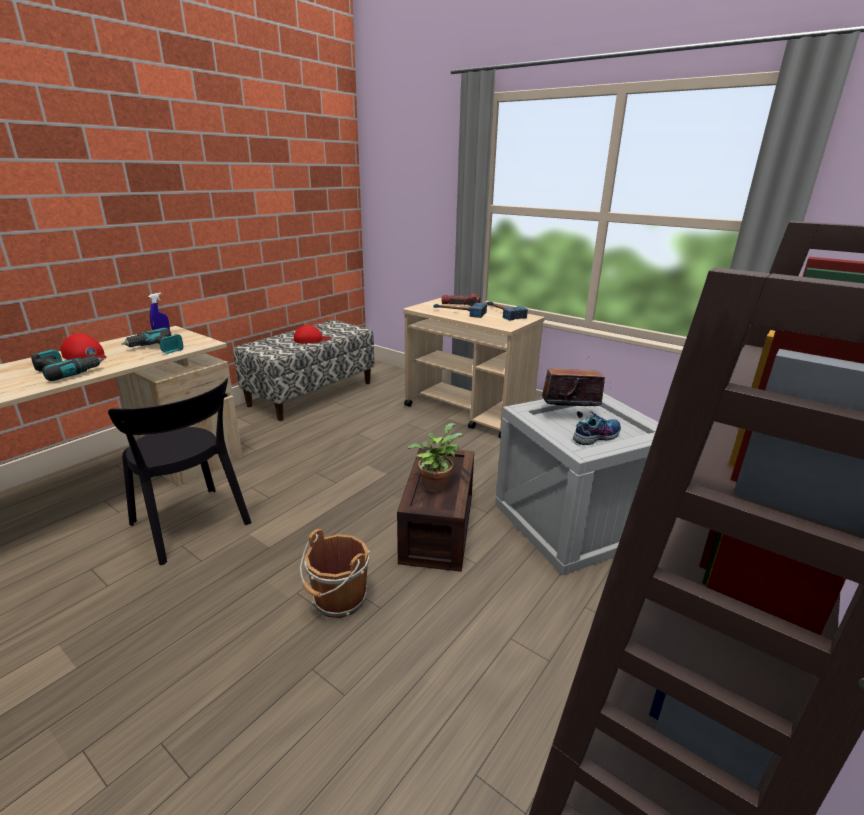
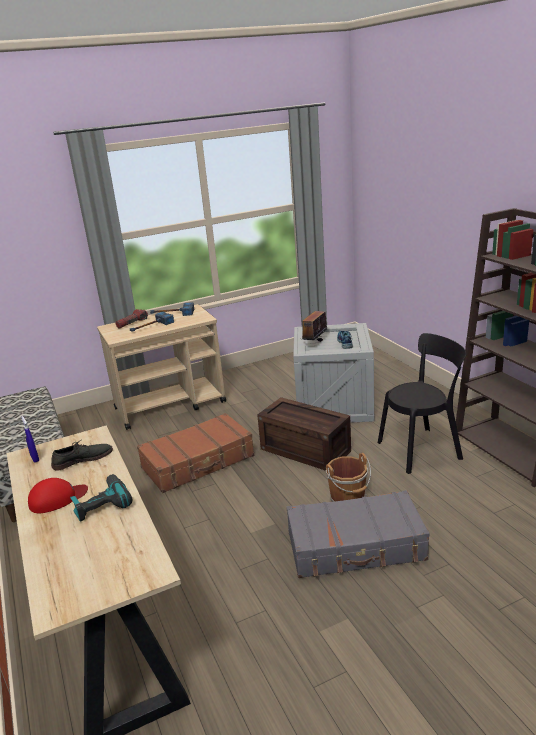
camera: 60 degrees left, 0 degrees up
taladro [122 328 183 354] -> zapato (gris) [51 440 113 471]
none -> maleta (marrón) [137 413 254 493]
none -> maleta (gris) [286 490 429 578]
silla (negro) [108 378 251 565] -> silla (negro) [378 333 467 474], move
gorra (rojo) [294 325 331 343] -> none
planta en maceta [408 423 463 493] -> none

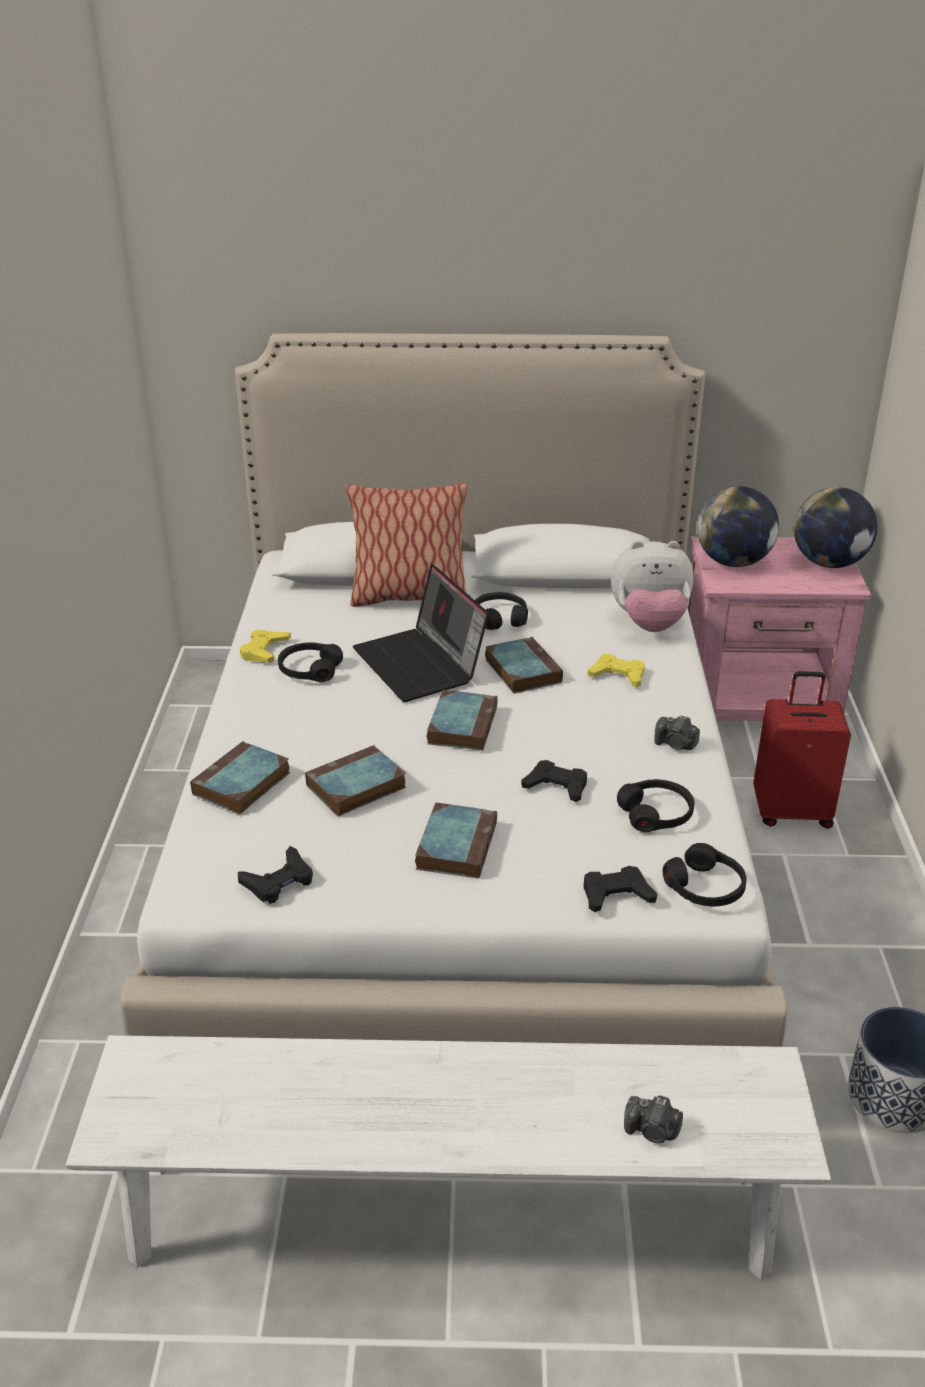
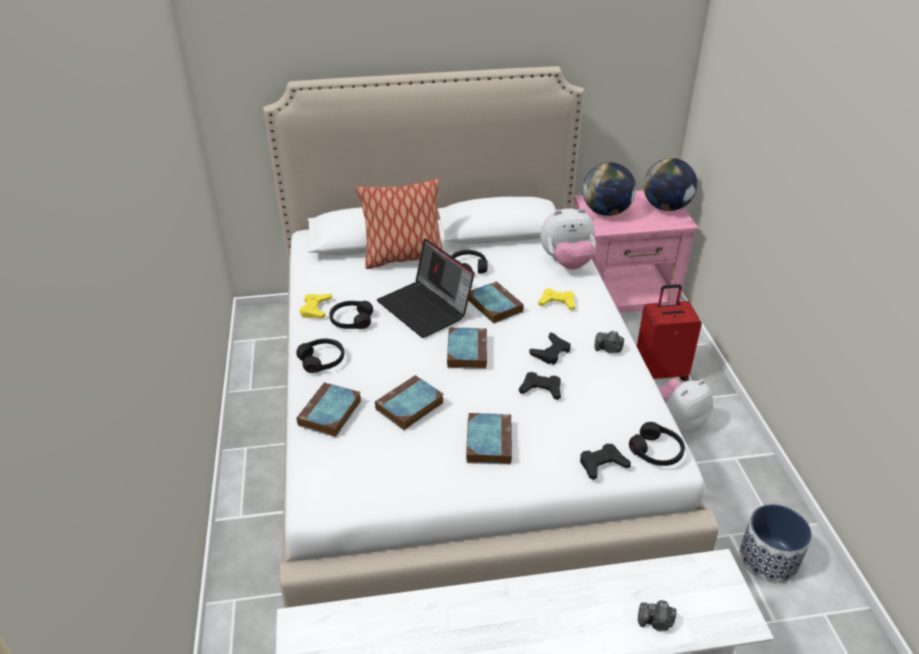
camera: 10 degrees left, 5 degrees up
auriculares (negro) [617 779 695 832] -> auriculares (negro) [296 339 344 373], move
mando de consola (negro) [238 846 313 904] -> mando de consola (negro) [529 332 571 365], move
none -> peluche [658 379 713 433]

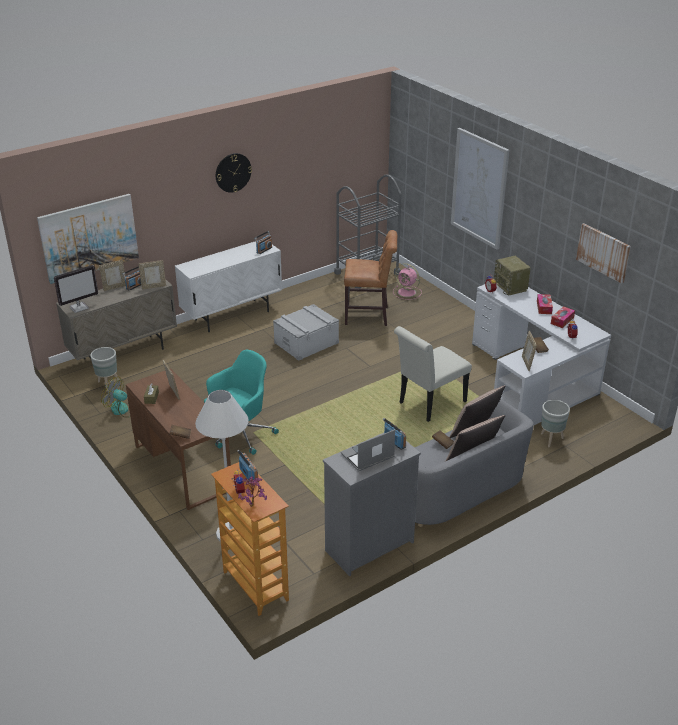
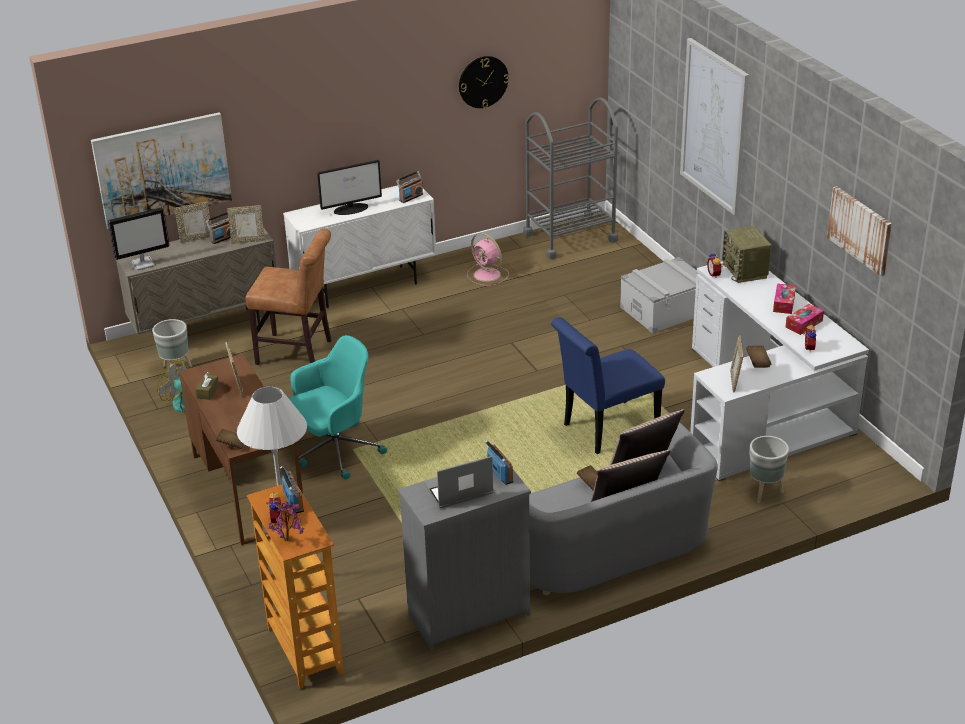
camera: 10 degrees right, 0 degrees up
silla (marrón) [344 230 398 326] -> silla (marrón) [245 229 332 365], move
none -> monitor [317 160 382 215]
reloj de pared [216 153 252 193] -> reloj de pared [459 56 509 108], move
ventilador (rosa) [393 263 422 300] -> ventilador (rosa) [467 233 509 286], move
silla (blanco) [394 326 472 422] -> silla (azul) [551 317 665 454]
caja de almacenaje (gris) [273 304 339 361] -> caja de almacenaje (gris) [620 257 698 334], move

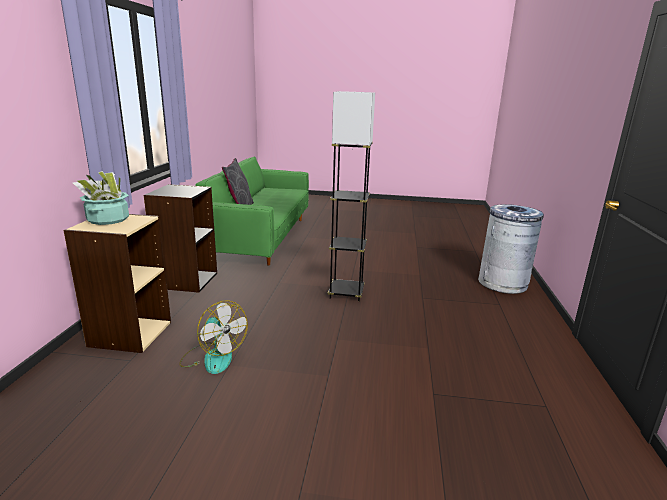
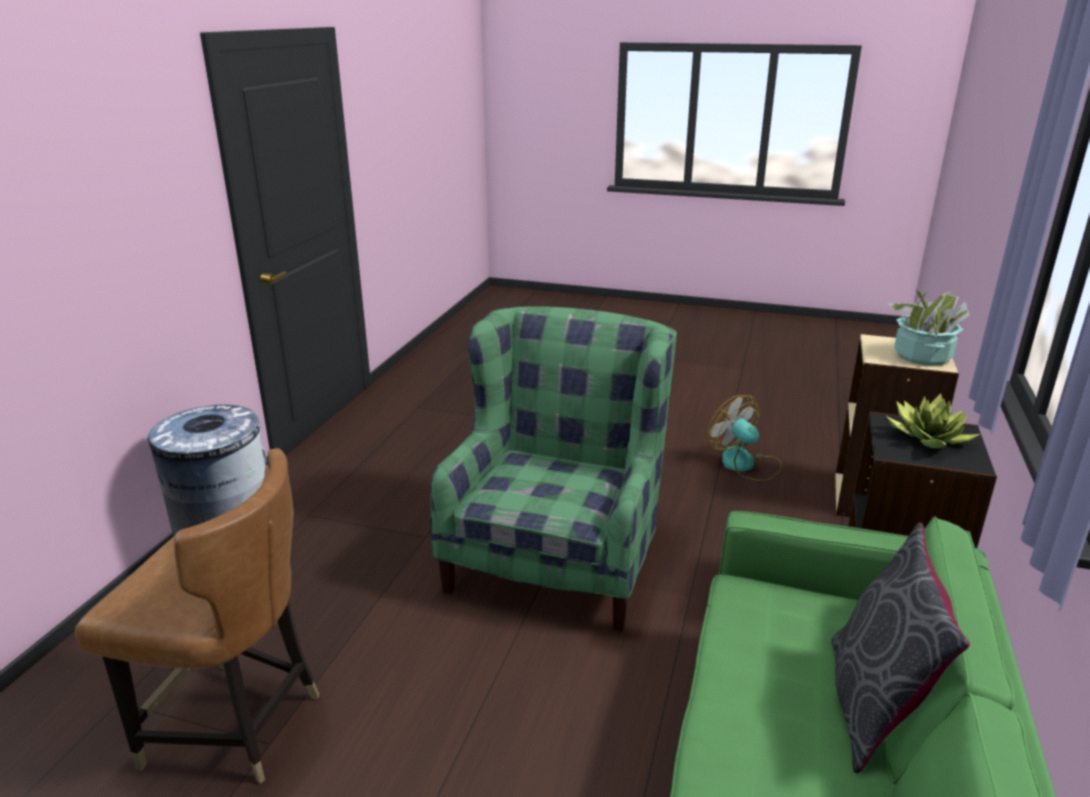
camera: 170 degrees left, 5 degrees up
none -> silla (marrón) [75 448 319 784]
lámpara de pie (gris) [328 91 375 301] -> sillón (verde) [430 306 677 632]
none -> planta en maceta [886 393 981 448]

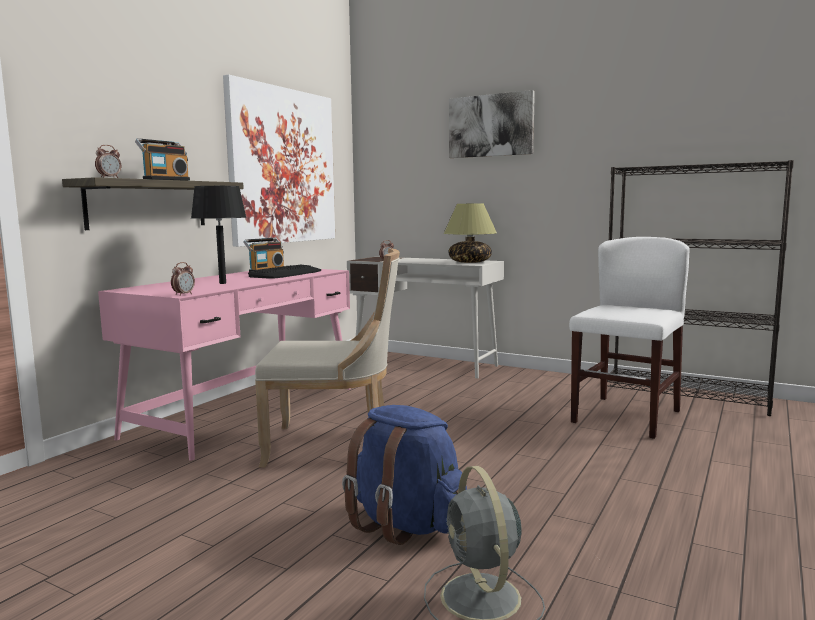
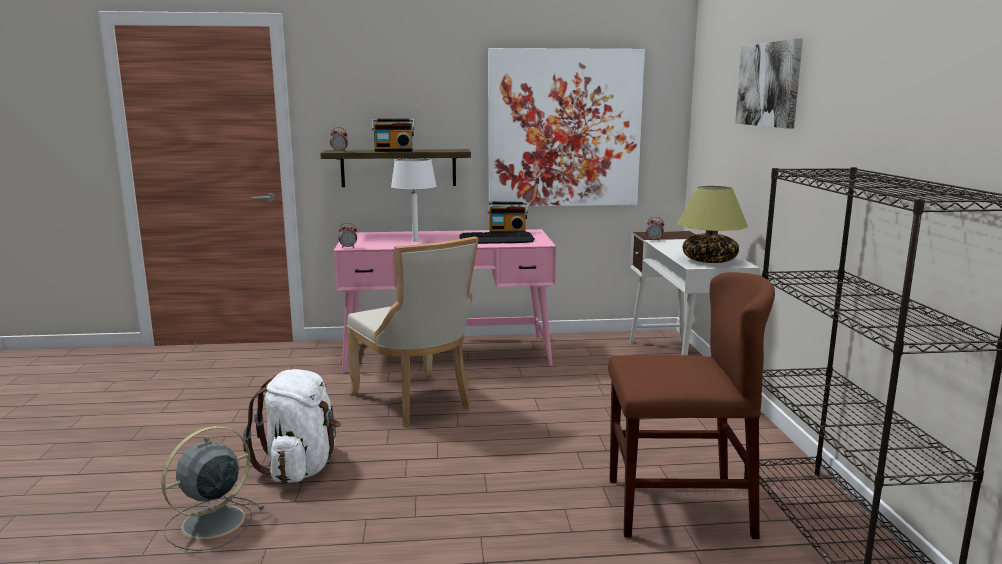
camera: 55 degrees right, 5 degrees up
mochila (azul) [342 405 467 545] -> mochila (blanco) [243 369 341 483]
lámpara de mesa (negro) [191 186 247 284] -> lámpara de mesa (blanco) [391 158 437 242]
silla (blanco) [569 237 690 439] -> silla (marrón) [608 272 775 539]

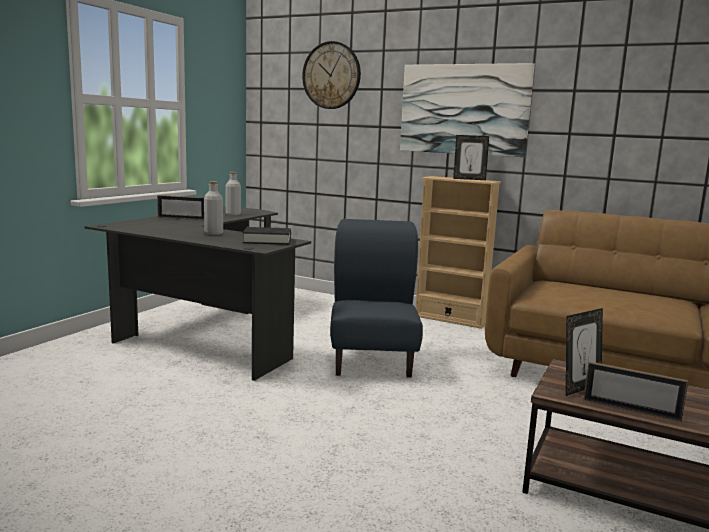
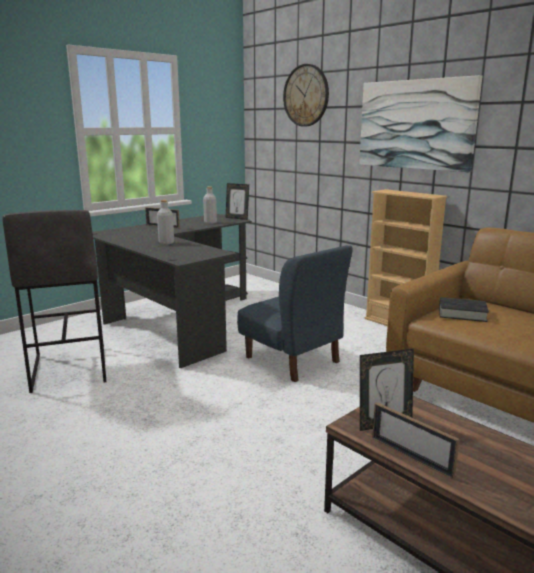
camera: 20 degrees right, 5 degrees up
none -> taburete (gris) [2 210 106 393]
portarretratos [453 135 489 180] -> portarretratos [226 183 249 220], move
silla (azul) [330 219 423 378] -> silla (azul) [237 245 353 382], 120 degrees clockwise
libro (negro) [243 227 291 245] -> libro (negro) [439 297 489 322], move

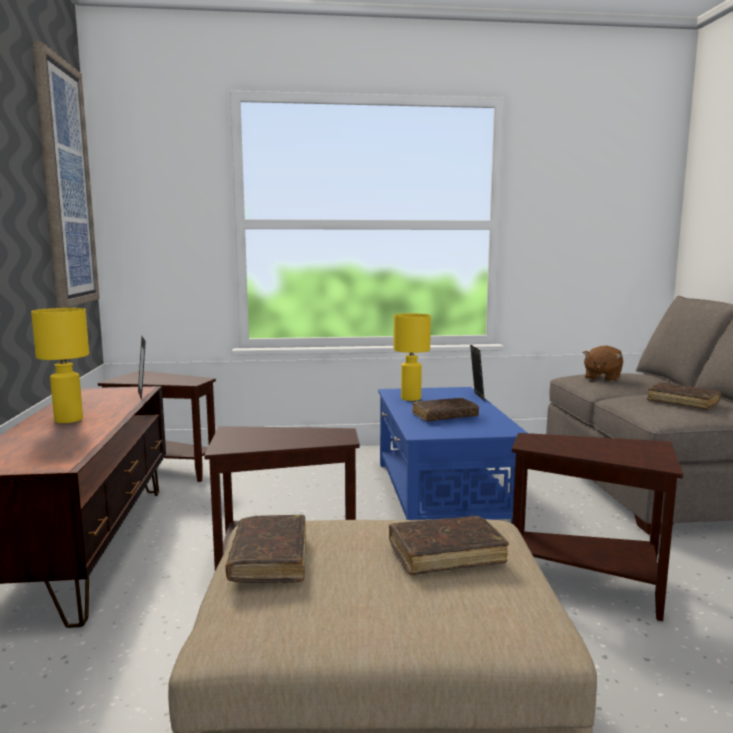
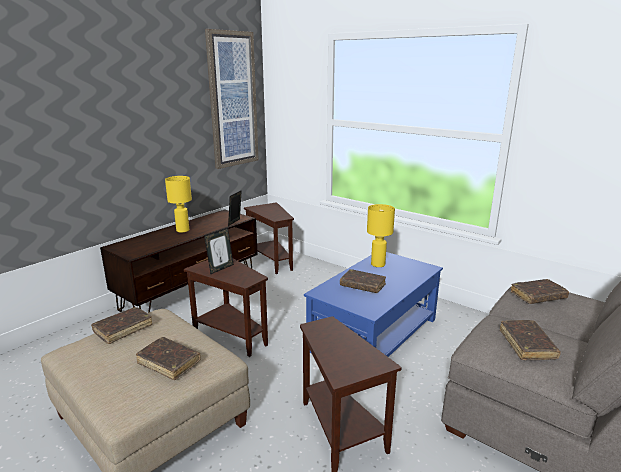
camera: 45 degrees right, 10 degrees up
portarretratos [470 344 485 401] -> portarretratos [204 228 234 274], move
peluche (marrón) [583 346 623 382] -> libro (marrón) [511 279 569 304]

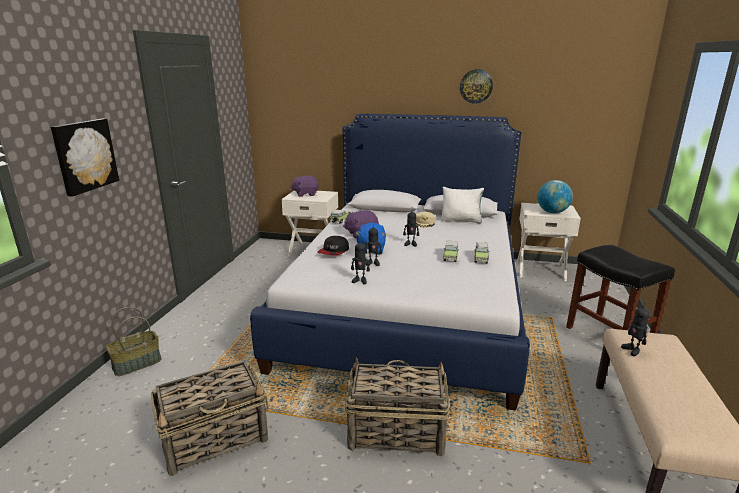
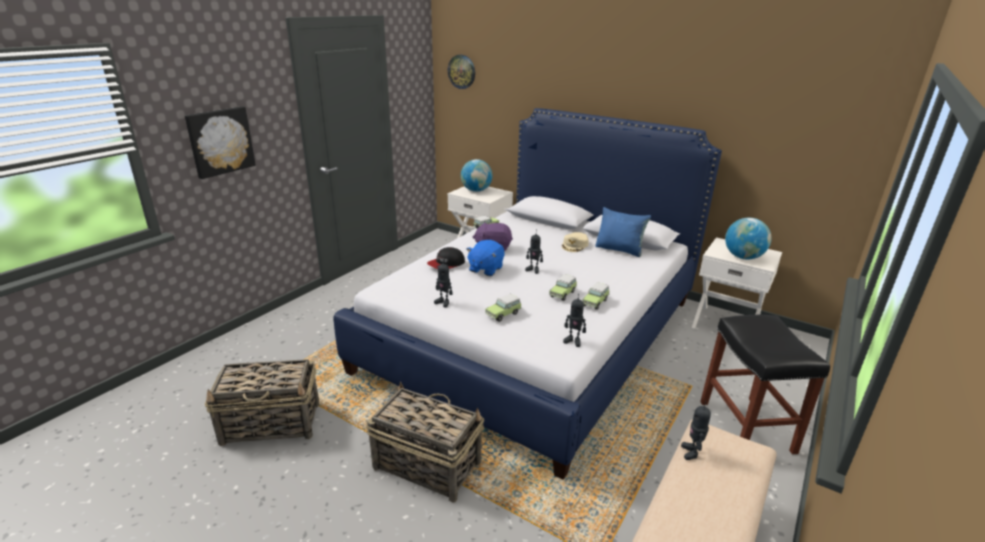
camera: 20 degrees right, 5 degrees up
reloj de pared [460 69 493 104] -> reloj de pared [448 55 475 89], move
peluche (morado) [290 175 319 197] -> globo terráqueo [461 159 492 192]
none -> coche de juguete [485 294 522 322]
robot de juguete [365 223 382 266] -> robot de juguete [563 294 586 347], move
cojín (blanco) [442 187 484 224] -> cojín (azul) [595 207 651 257]
cesta [106 307 161 376] -> none

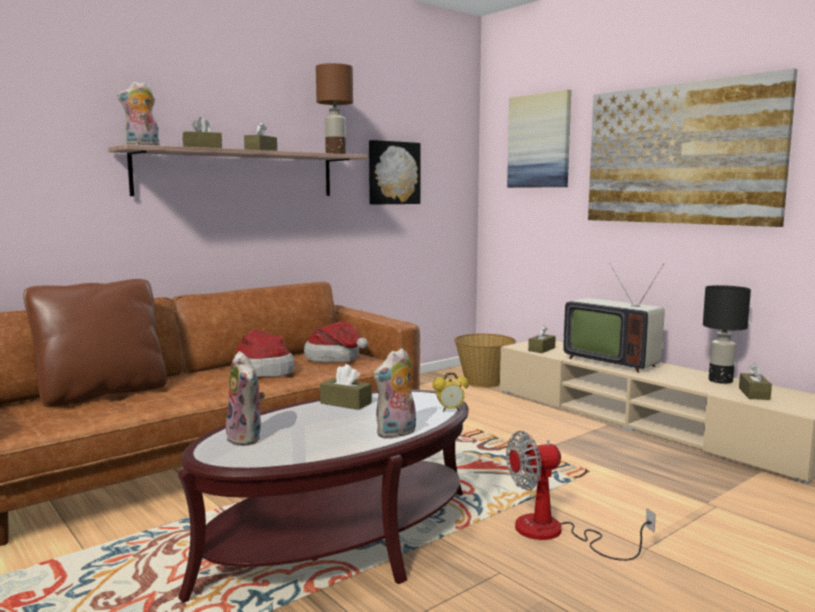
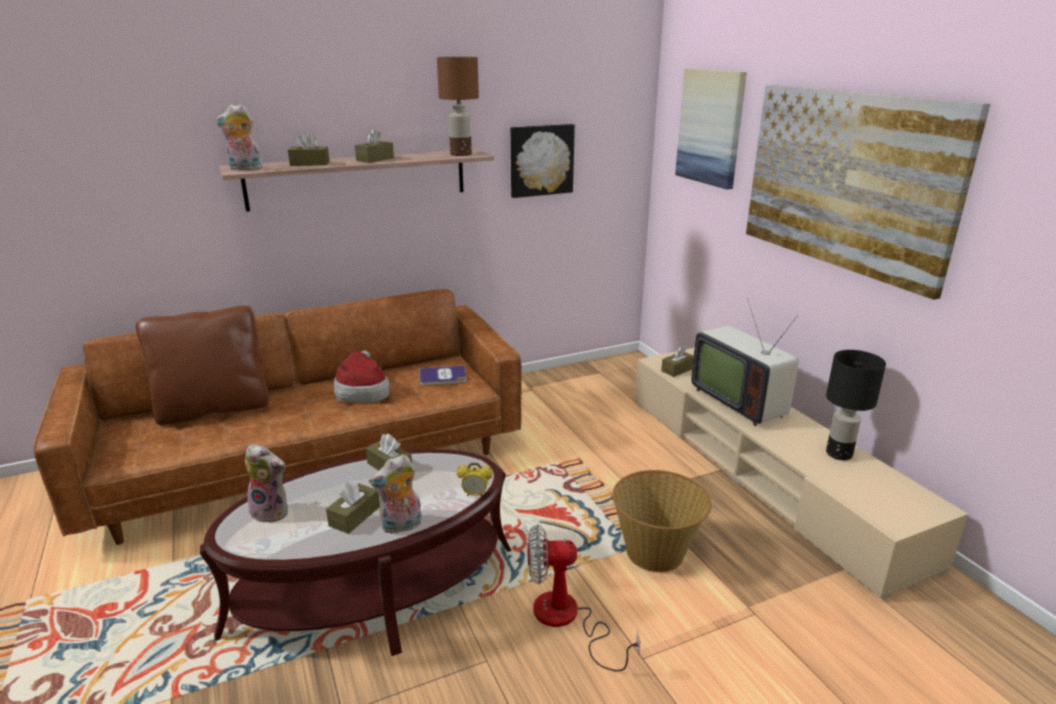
camera: 15 degrees right, 15 degrees up
peluche [226 351 265 446] -> peluche [245 444 288 523], 60 degrees counterclockwise
caja de pañuelos (marrón) [739 363 772 400] -> caja de pañuelos (marrón) [326 480 380 534], move
sombrero [304 321 368 362] -> libro [419 365 467 385]
cesta [454 334 516 387] -> cesta [612 470 712 572], move

